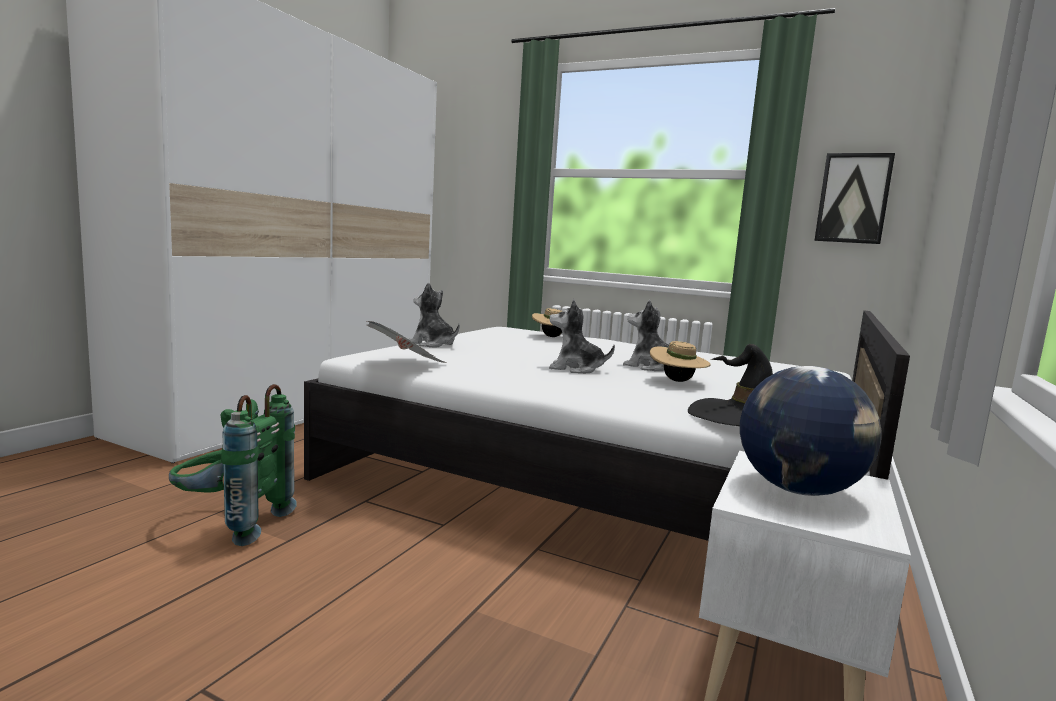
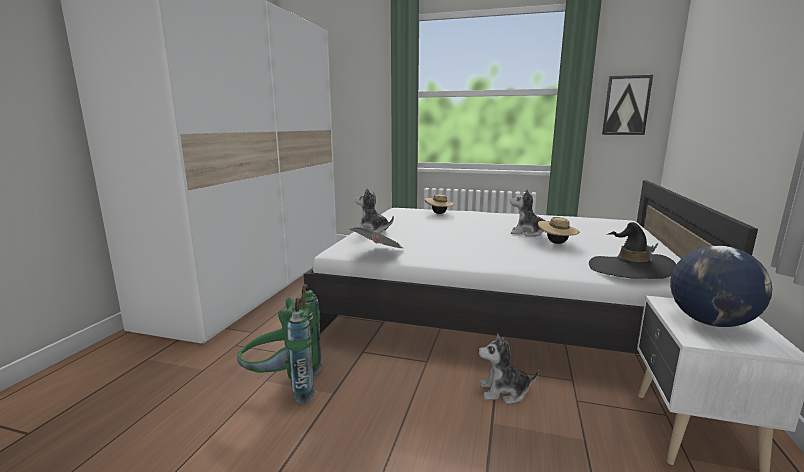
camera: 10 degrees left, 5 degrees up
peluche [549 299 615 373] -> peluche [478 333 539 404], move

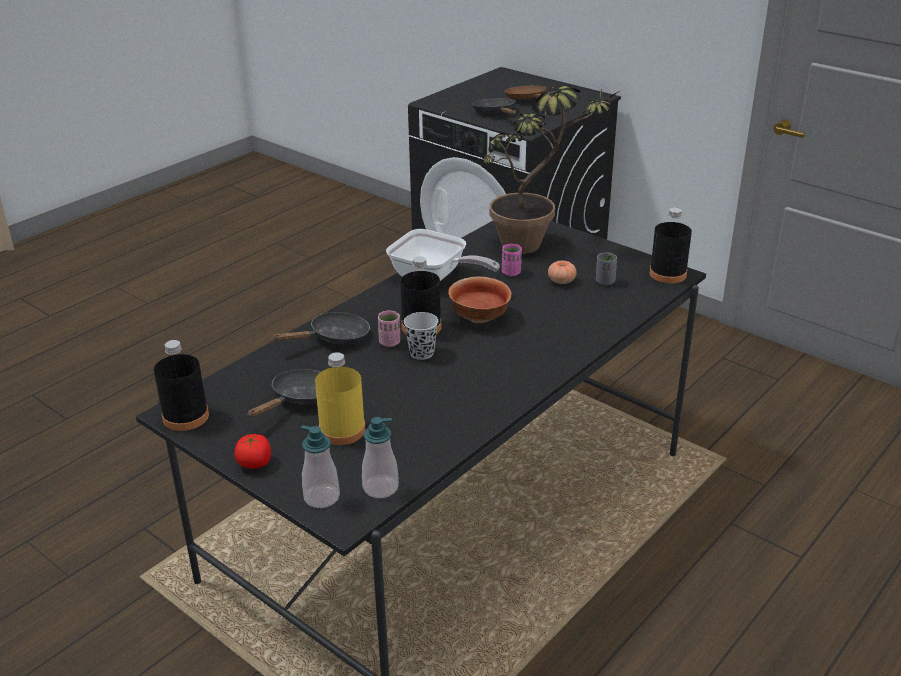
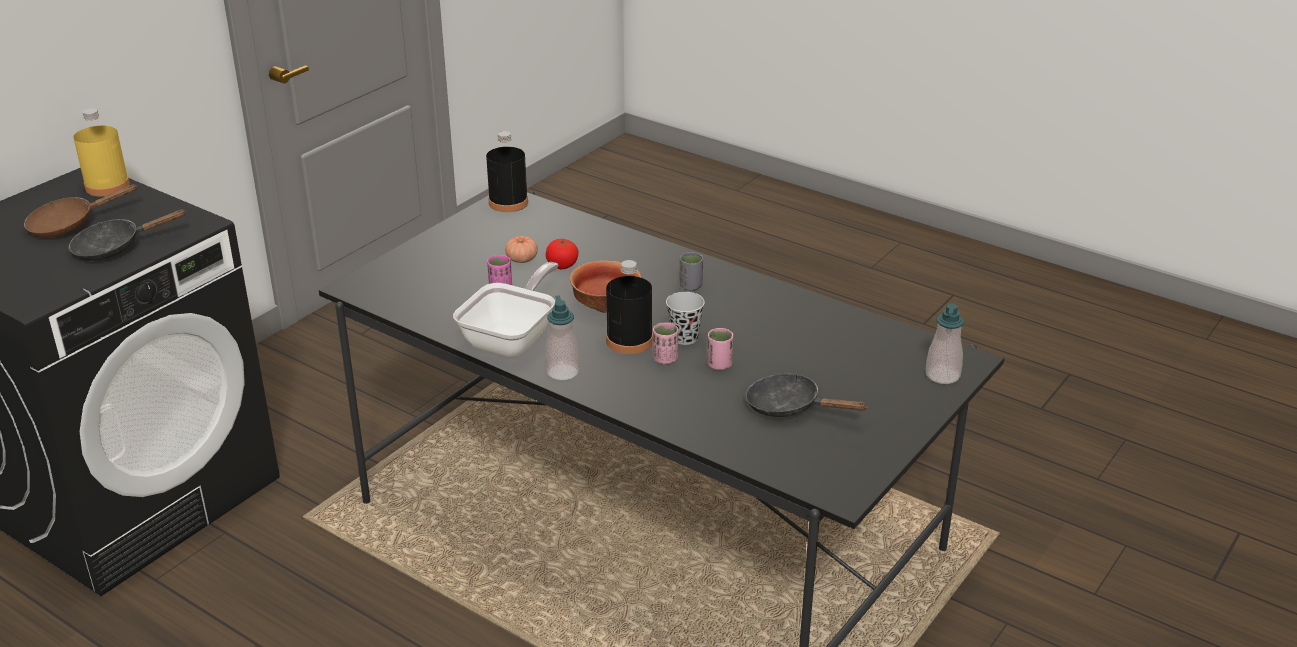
camera: 95 degrees left, 0 degrees up
botella (amarillo) [315 352 366 445] -> botella (amarillo) [73 108 130 196], move
dispensador de jabón [362 417 399 498] -> dispensador de jabón [545 295 580 381], move
tomate [234 434 271 468] -> tomate [546 238 578 269], move
taza (gris) [596 253 617 285] -> taza (gris) [680 252 703 291], move
none -> taza (rosa) [707 328 733 370]
botella (negro) [154 340 209 431] -> none
sartén (negro) [272 312 370 344] -> none
planta en maceta [483 85 623 254] -> none

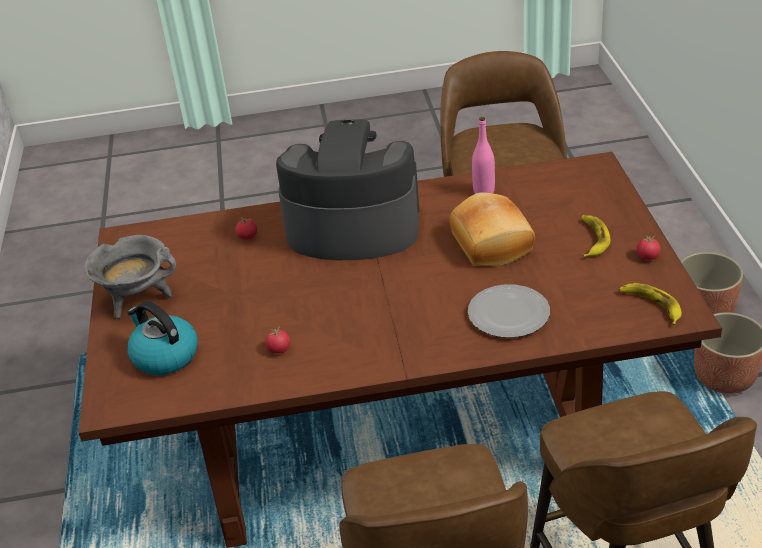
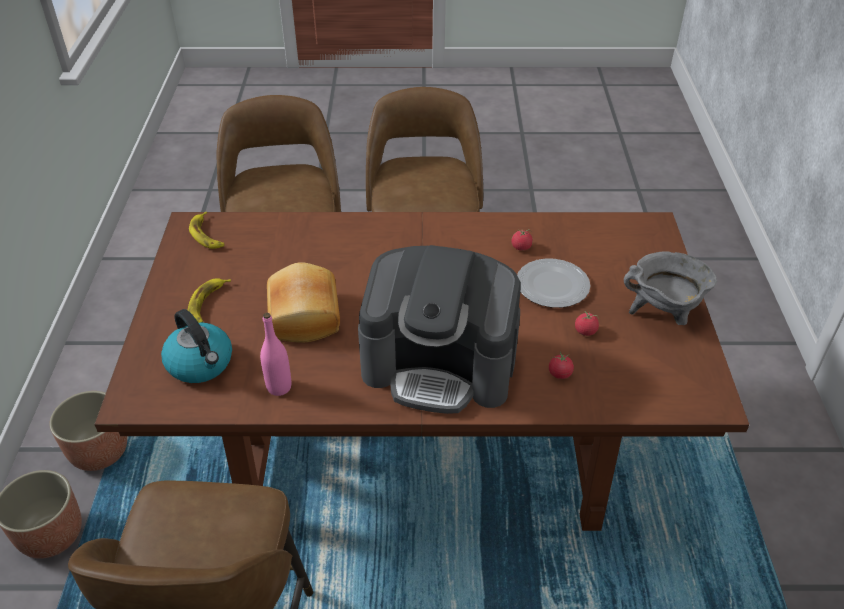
camera: 175 degrees left, 5 degrees up
hervidor [127 301 198 375] -> hervidor [161 309 232 383], move
plato [468 284 550 338] -> plato [517 259 590 308], move
tomate [637 234 661 260] -> tomate [575 311 599 336], move

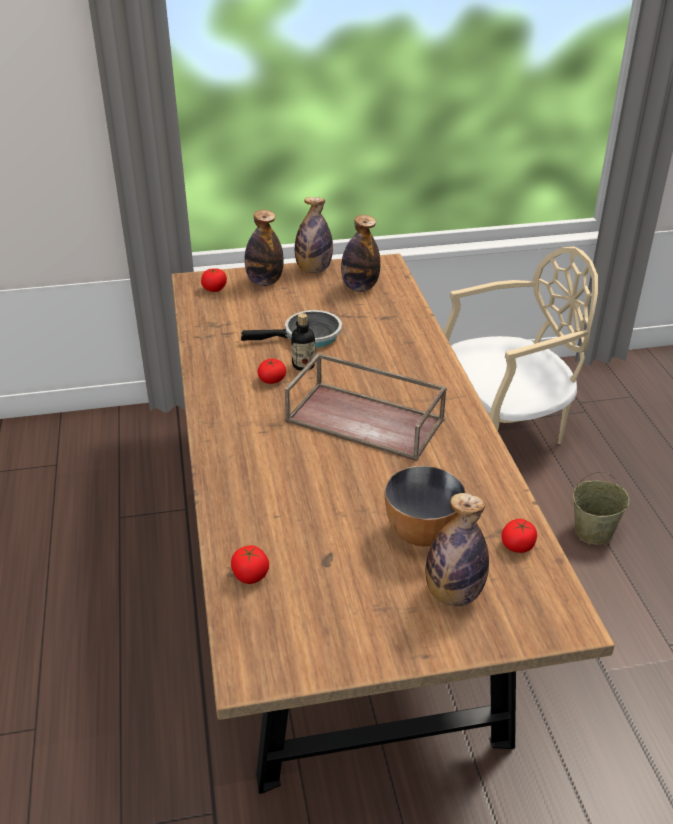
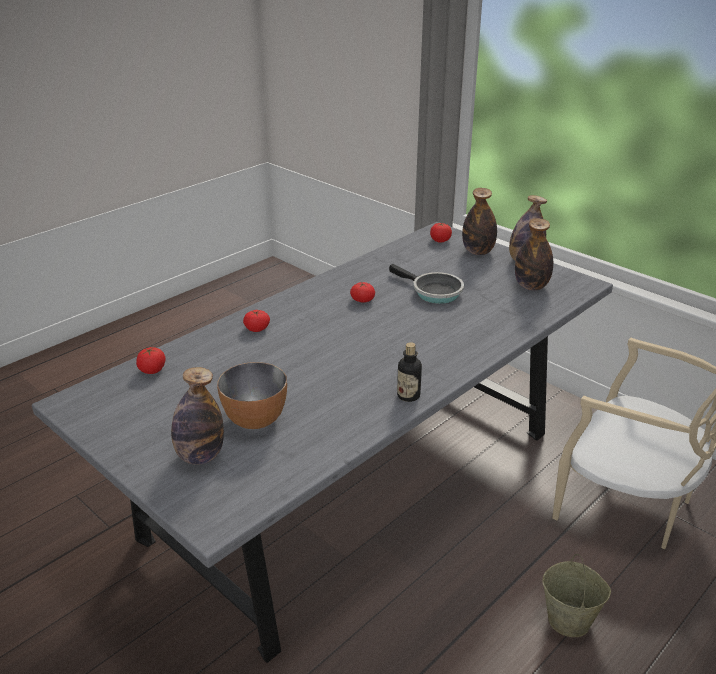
camera: 55 degrees right, 5 degrees down
mesa de comedor (marrón) [171 254 615 794] -> mesa de comedor (gris) [32 222 613 663]
tomate [502 519 537 553] -> tomate [243 310 270 332], move
botella [291 313 315 371] -> botella [397 342 422 402], move
bandeja (marrón) [285 353 447 461] -> none

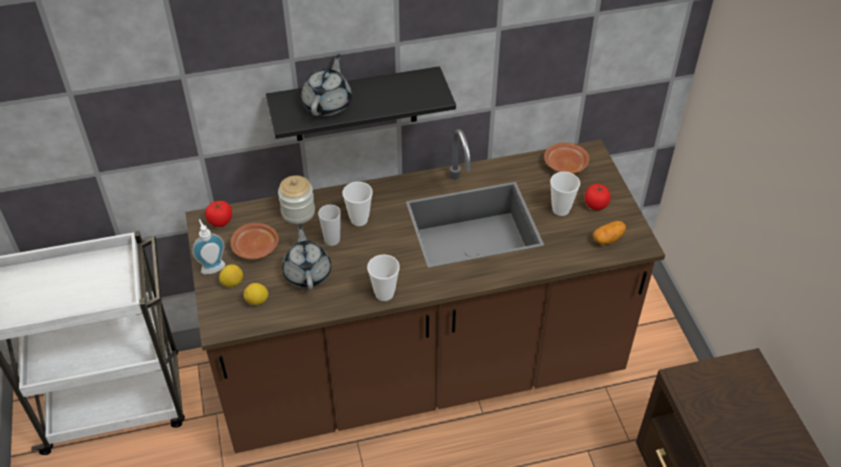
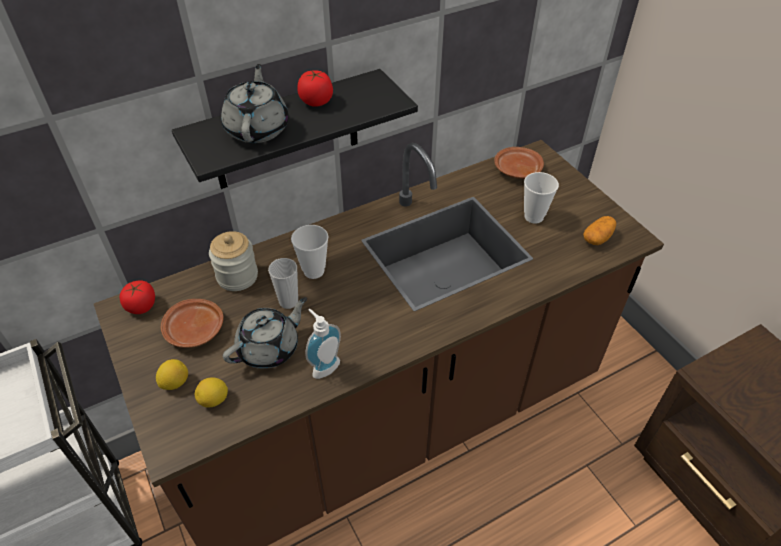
camera: 15 degrees left, 0 degrees up
tetera (gris) [282 224 331 290] -> tetera (gris) [223 297 307 369], 75 degrees clockwise
tomate [584 184 610 210] -> tomate [297 70 333 107], move
dispensador de jabón [192 219 225 275] -> dispensador de jabón [306 309 341 379], move
taza [367 255 400 301] -> none

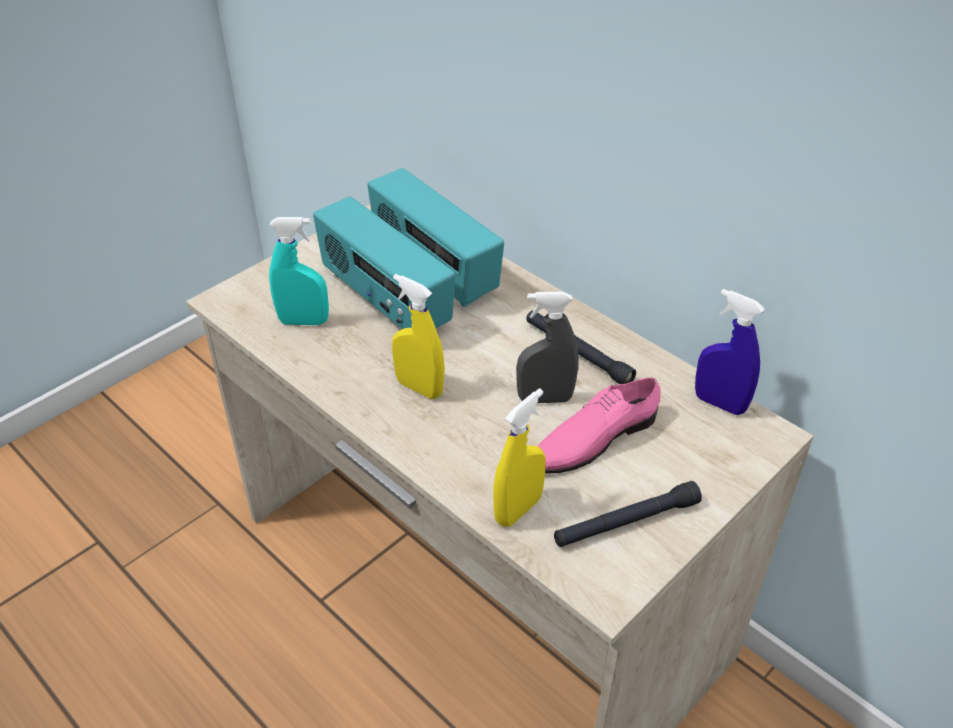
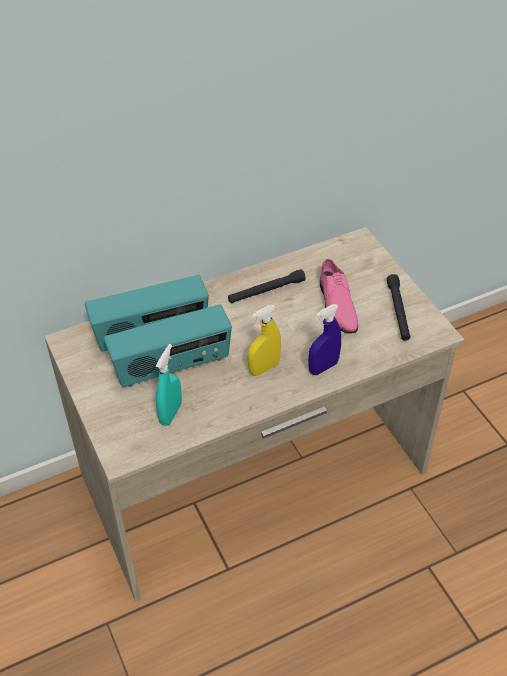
camera: 70 degrees left, 5 degrees up
pulverizador (azul) [695 289 765 415] -> pulverizador (azul) [308 304 341 375], move
pulverizador (amarillo) [493 389 546 527] -> none
pulverizador (gris) [516 292 578 403] -> none

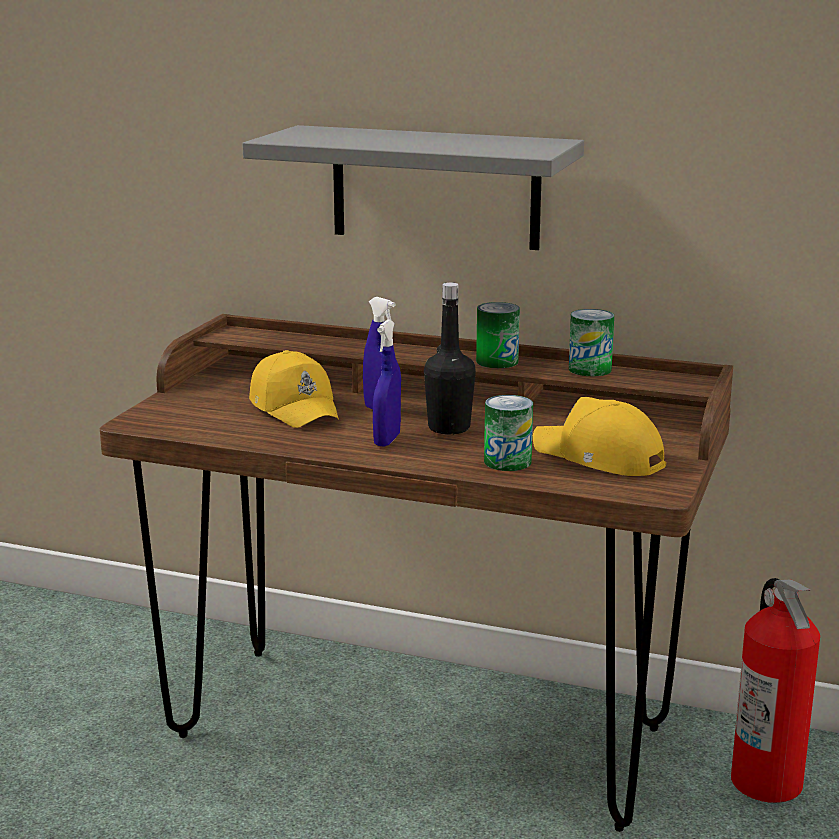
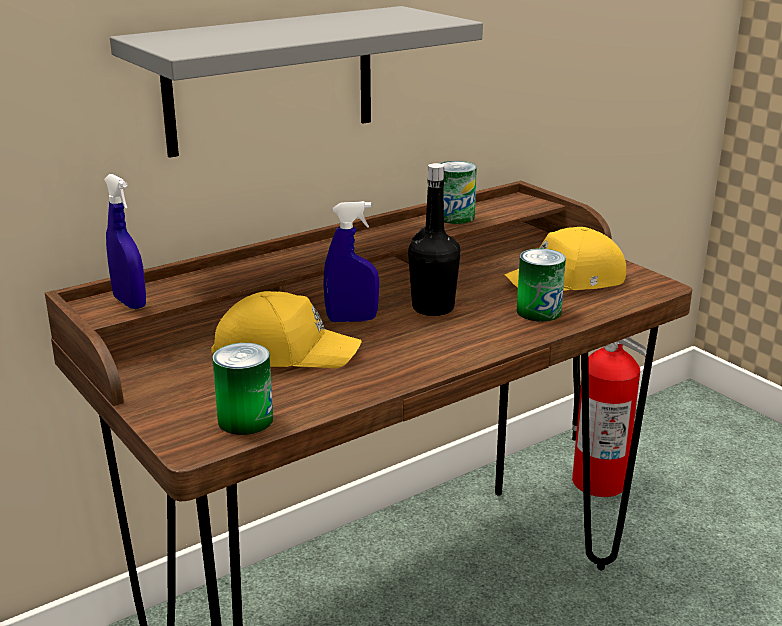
camera: 55 degrees left, 5 degrees up
pulverizador (azul) [373 319 401 447] -> pulverizador (azul) [104 174 146 309], move
lata [476 302 520 368] -> lata [212 343 273 435], move

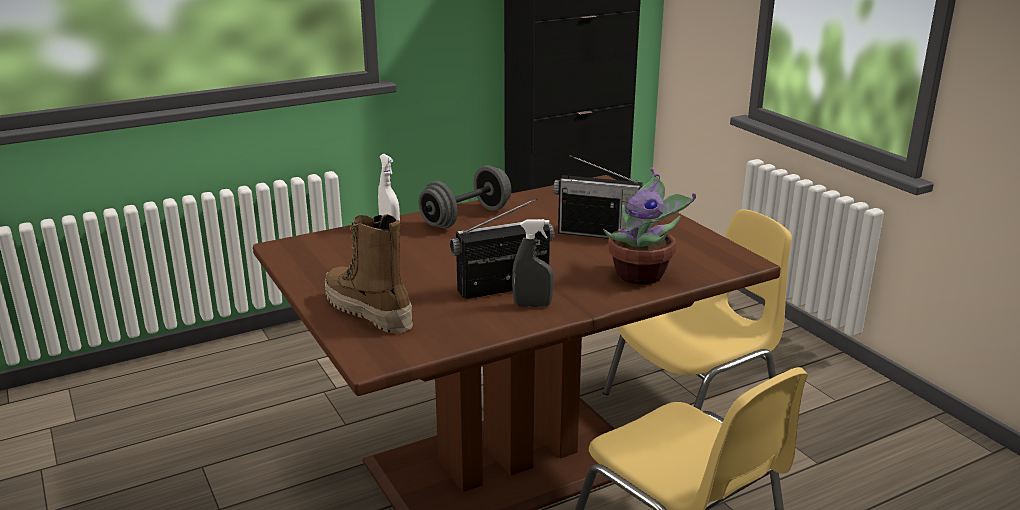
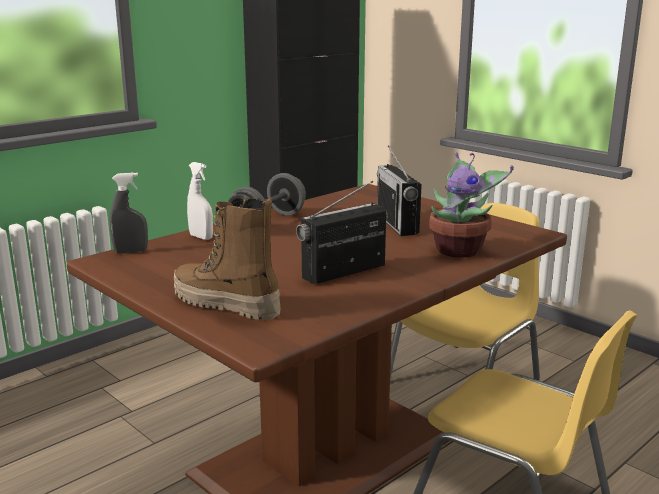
camera: 15 degrees left, 5 degrees down
pulverizador (gris) [512 219 554 307] -> pulverizador (gris) [110 172 148 254], move
radio [553 155 643 239] -> radio [377 146 422 236], 75 degrees clockwise

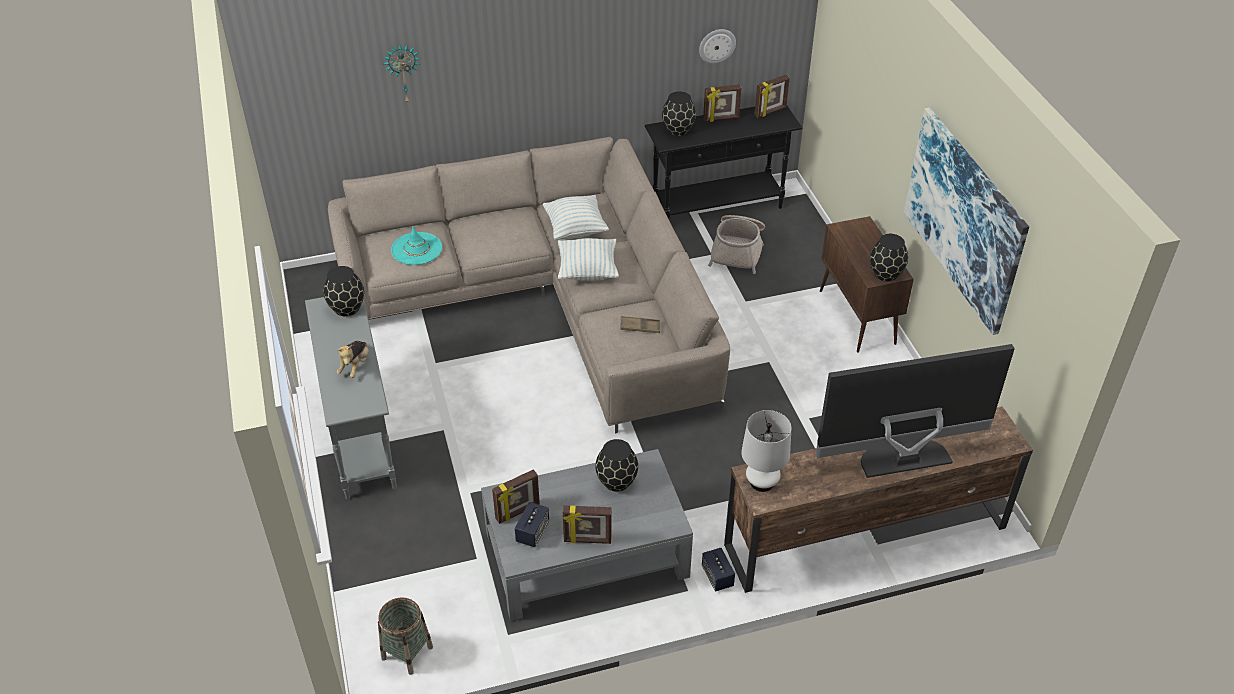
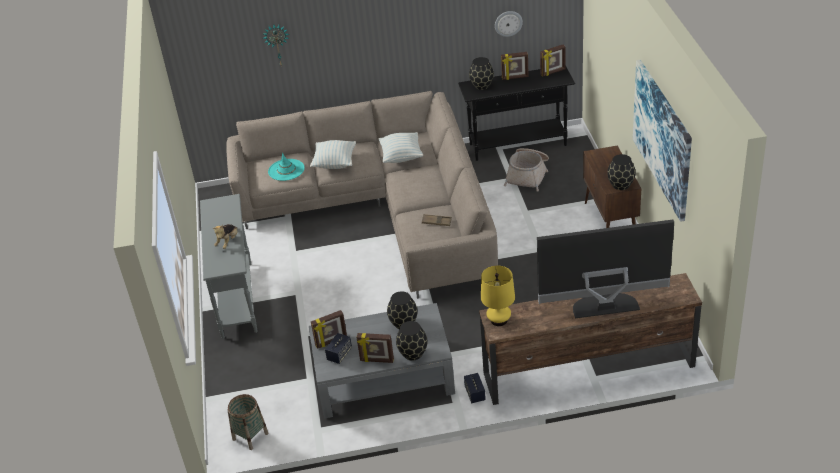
camera: 10 degrees right, 5 degrees down
cojín [558 238 619 281] -> cojín [310 140 356 169], move
florero (negro) [323 266 364 316] -> florero (negro) [396 321 427 361], move
lámpara de mesa (blanco) [741 410 791 492] -> lámpara de mesa (amarillo) [481 266 515 326]

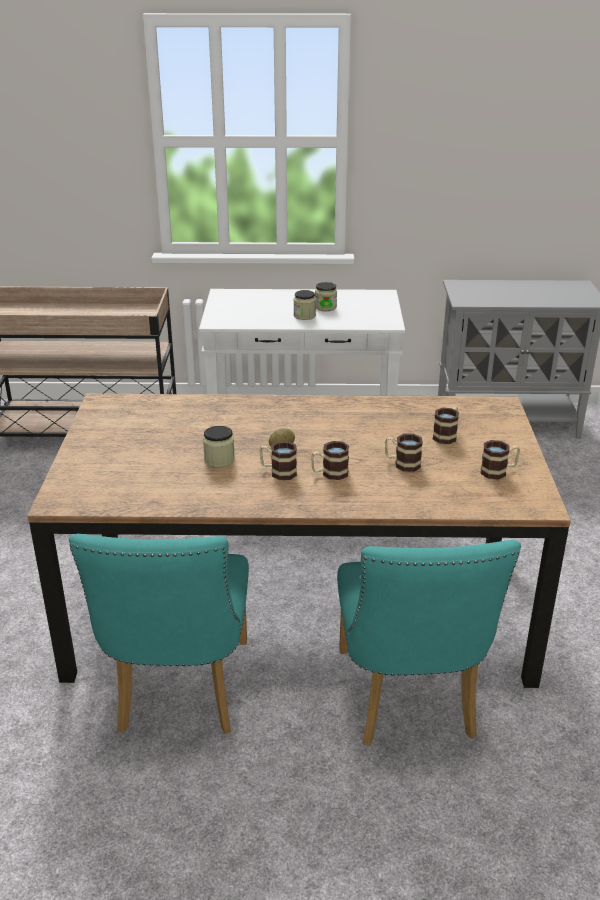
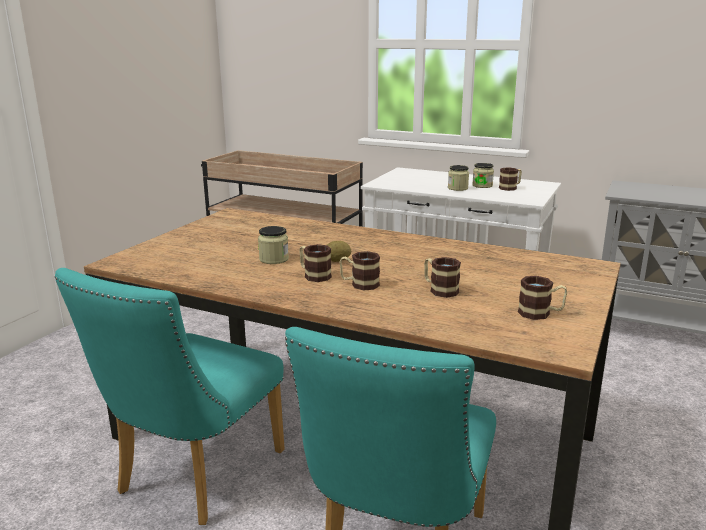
camera: 25 degrees right, 10 degrees down
taza grande [433 407 459 444] -> taza grande [499 167 522 191], move

